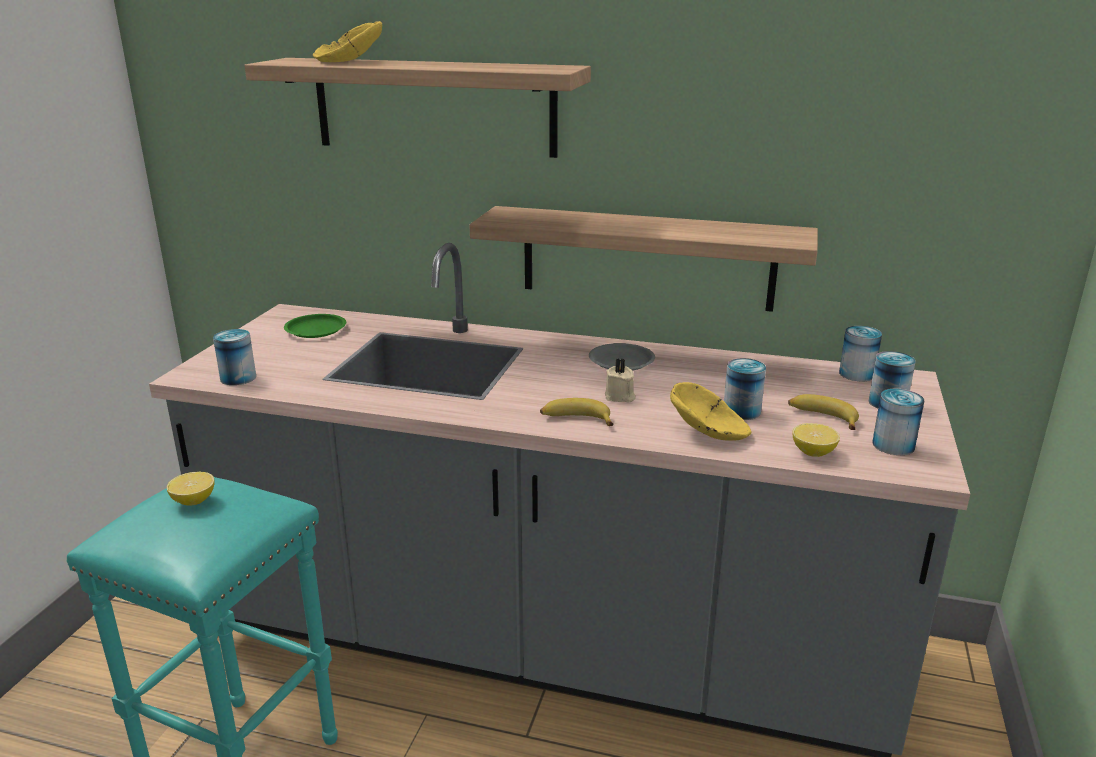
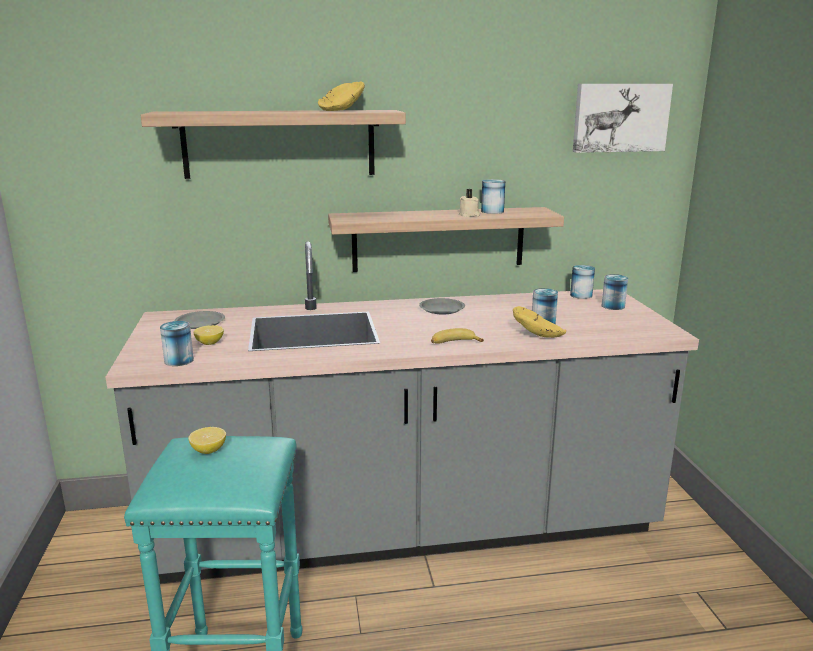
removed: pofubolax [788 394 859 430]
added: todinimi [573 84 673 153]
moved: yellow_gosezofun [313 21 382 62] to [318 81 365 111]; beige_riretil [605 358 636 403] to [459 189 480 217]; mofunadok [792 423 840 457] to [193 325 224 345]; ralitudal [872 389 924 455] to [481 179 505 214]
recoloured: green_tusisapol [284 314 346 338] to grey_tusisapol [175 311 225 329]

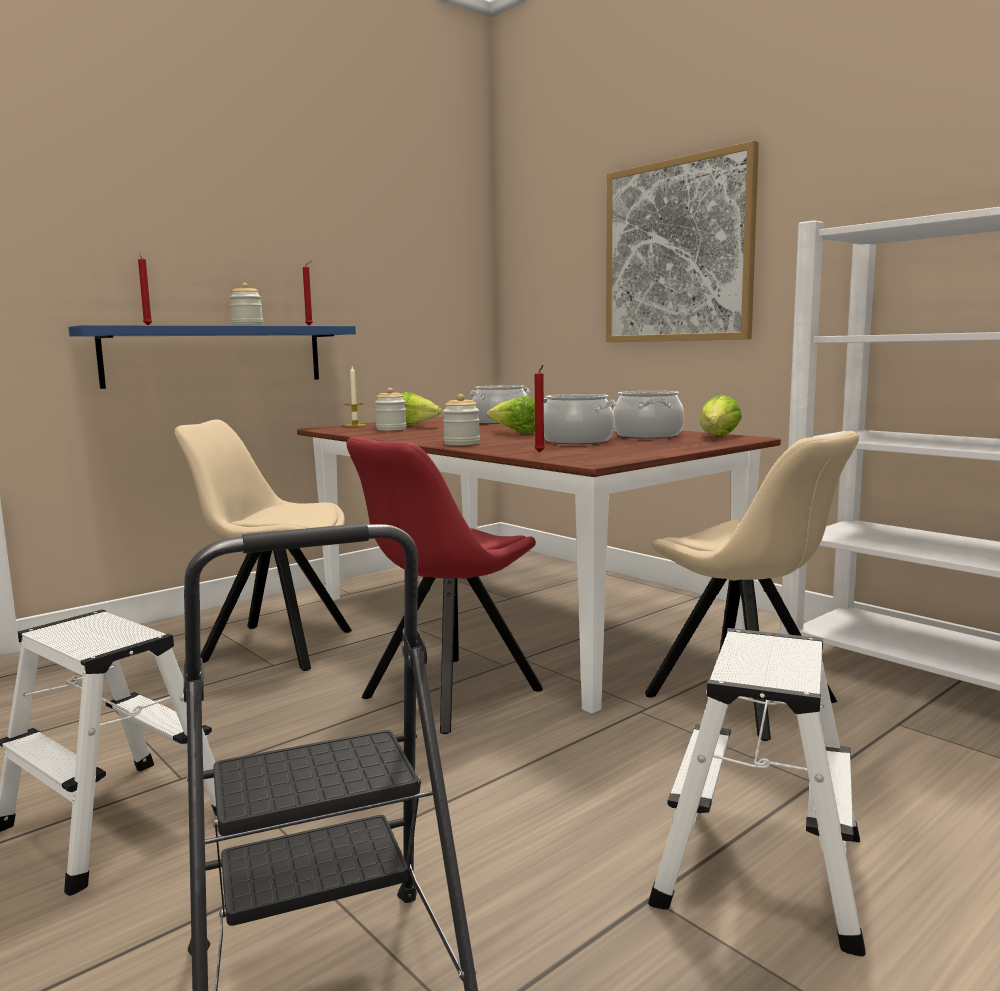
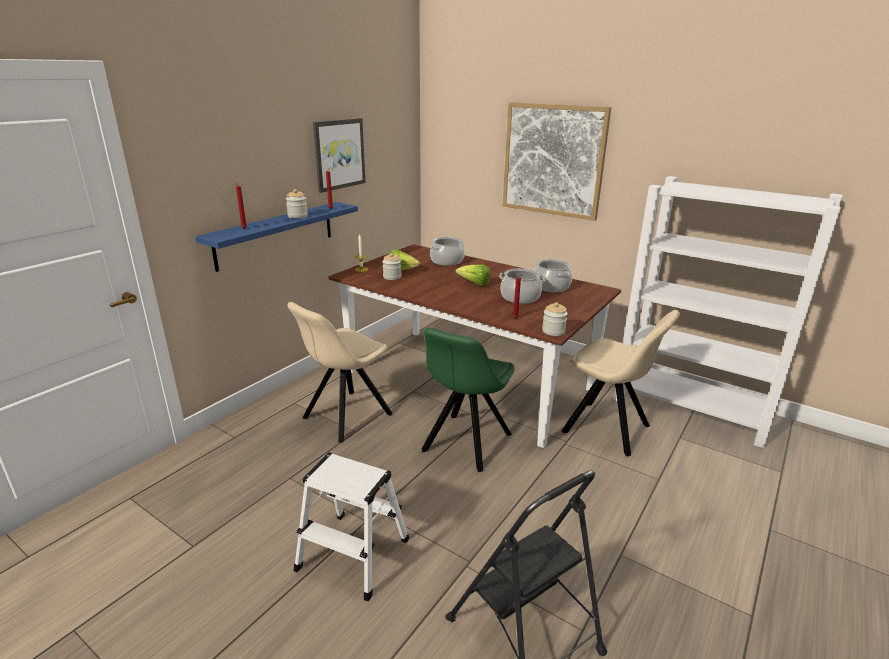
removed: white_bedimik [648 628 866 956]; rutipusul [700 395 742 435]
added: todinimi [313 118 365 193]
moved: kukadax [443 394 480 445] to [542 302 568 336]
recoloured: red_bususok [346 437 543 734] to green_bususok [422 327 515 472]
turned: beige_bususok [175 419 352 671] = [287 302 392 442] 45 degrees counterclockwise

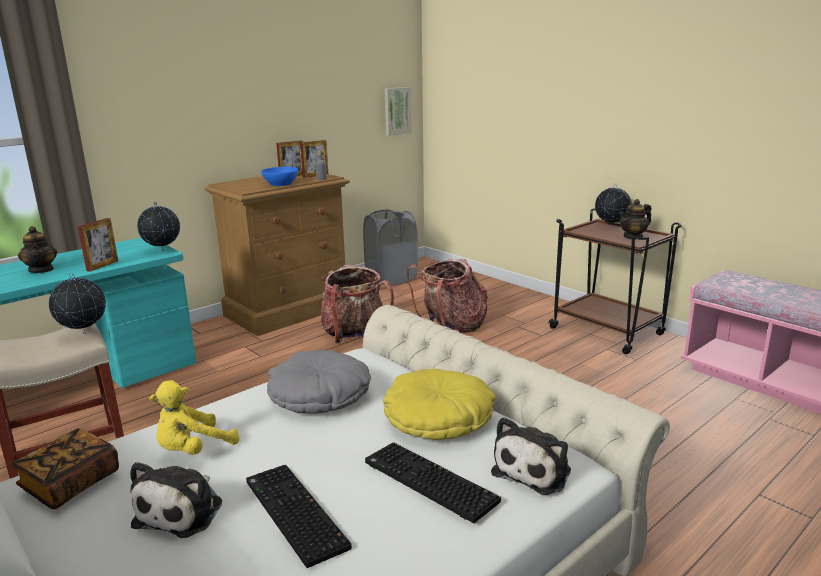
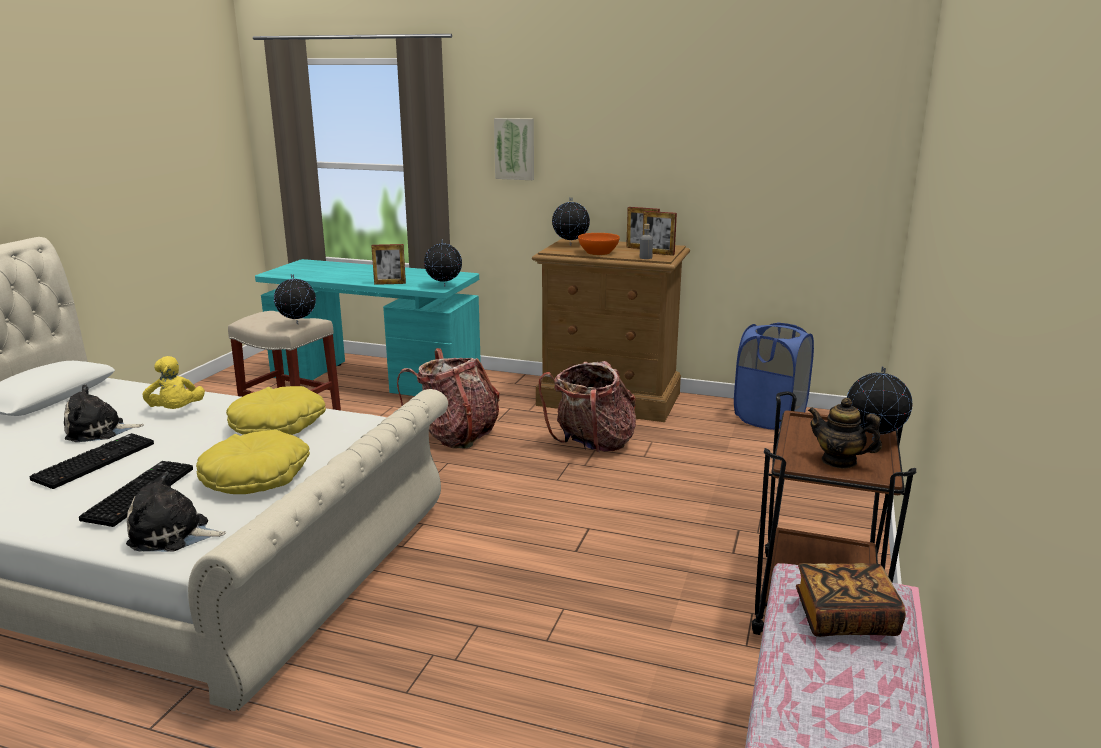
removed: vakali [18 226 57 273]
added: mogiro [552 198 590 245]
moved: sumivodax [11 428 119 509] to [796 563 906 637]; todinimi [385 87 411 136] to [494 118 534 180]; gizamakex [407 259 488 333] to [397 348 500 449]
recoloured: blue_gosezofun [261 167 298 186] to orange_gosezofun [578 233 620 255]; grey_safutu [267 350 371 414] to yellow_safutu [226 386 326 435]; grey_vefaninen [363 209 418 285] to blue_vefaninen [734 323 814 430]
turned: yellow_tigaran [149 380 239 455] = [142 356 205 409] 135 degrees counterclockwise

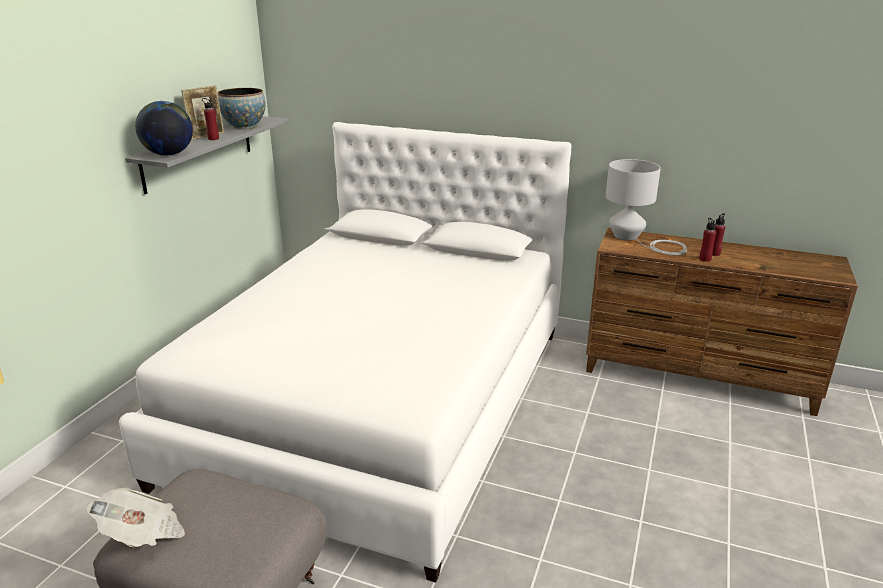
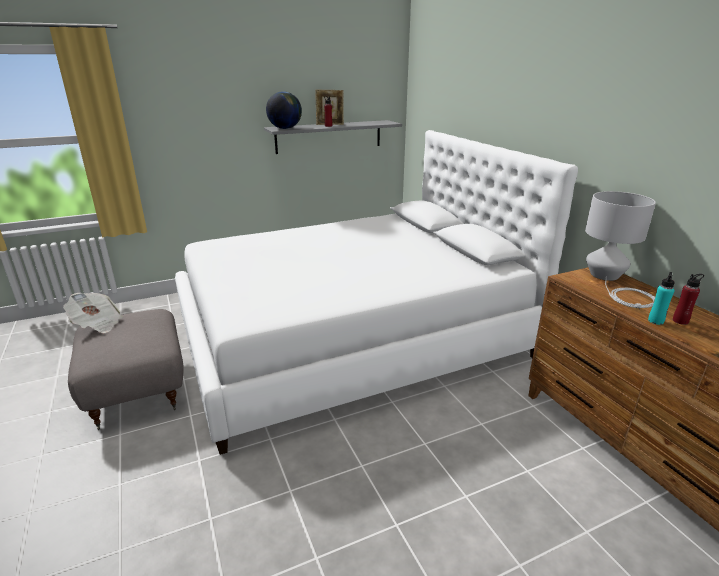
removed: gosezofun [217 88 265 130]
recoloured: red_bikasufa [699 218 716 262] to turquoise_bikasufa [648 272 675 325]

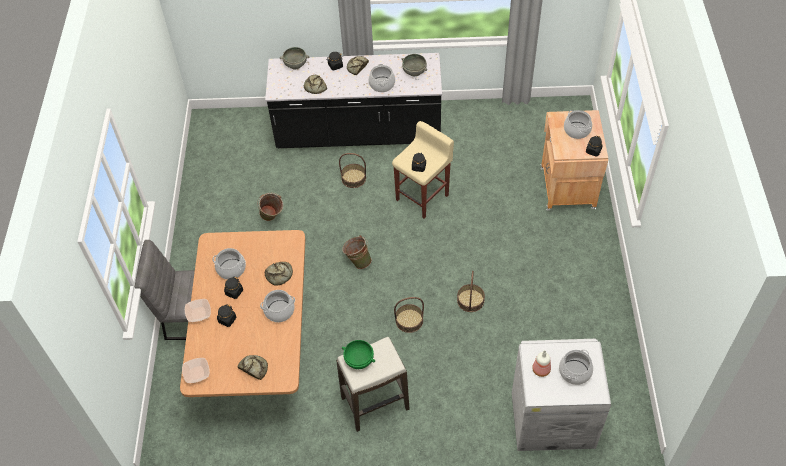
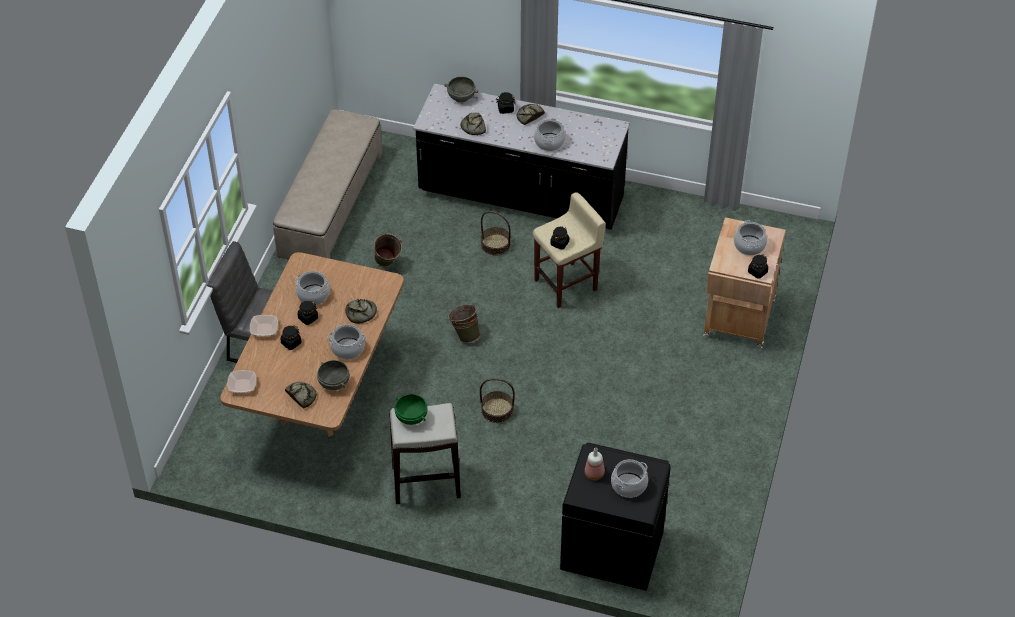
removed: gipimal [457 271 485 312]
added: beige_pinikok [273 109 383 259]
moved: grey_gosezofun [402 54 427 76] to [317 360 350 390]
recoloured: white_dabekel [512 339 611 451] to black_dabekel [560 443 671 591]

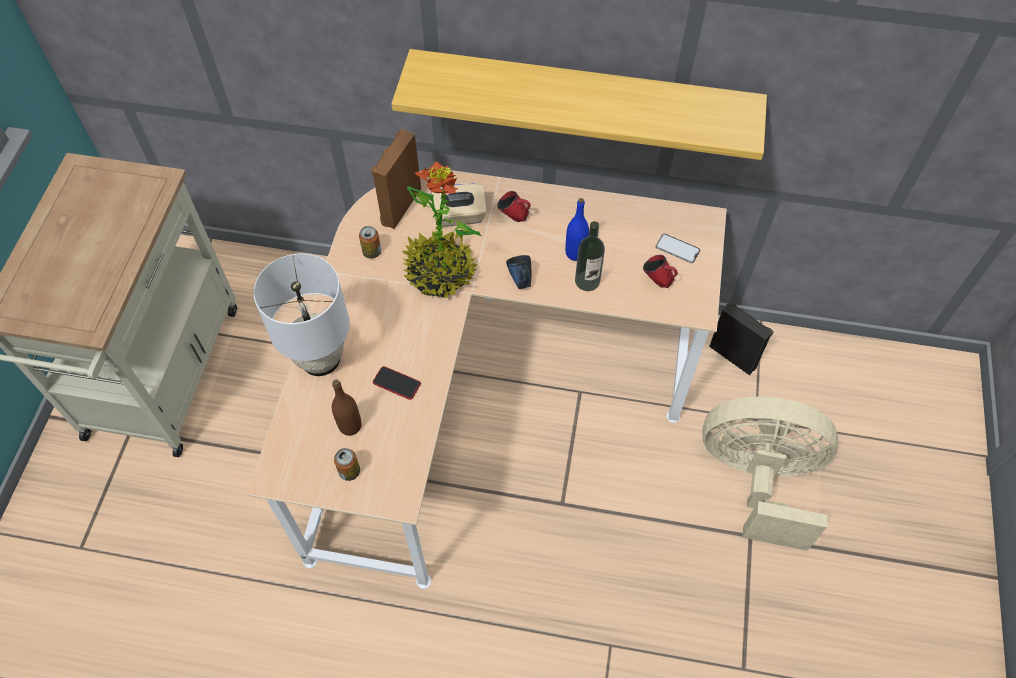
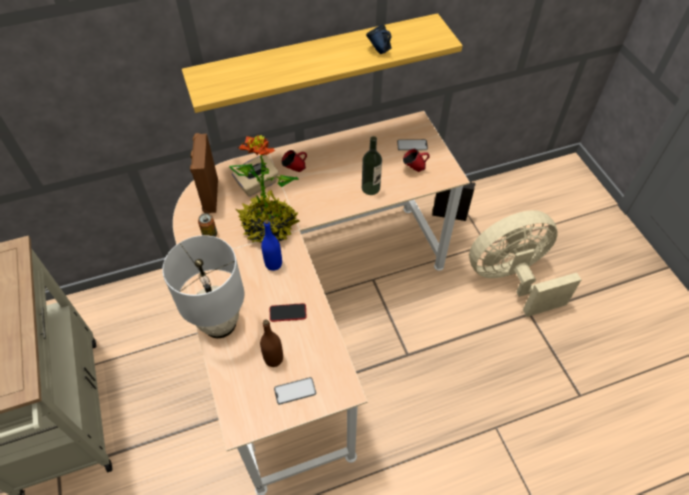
moved: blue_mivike [506 255 531 289] to [366 24 392 54]; blue_bikasufa [565 198 589 261] to [261 220 282 271]
replaced: ralitudal [334 448 360 481] to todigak [274 377 316 405]

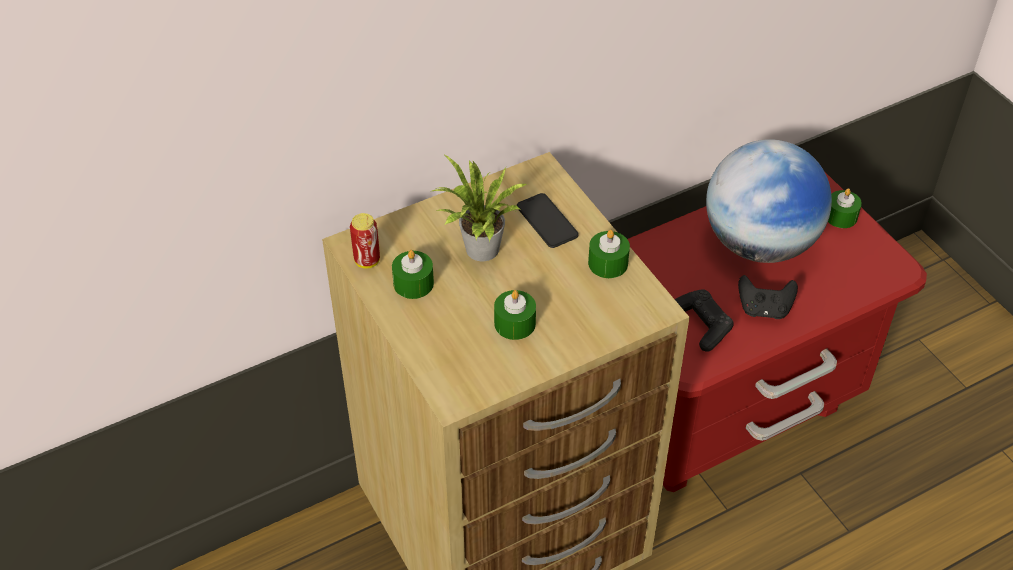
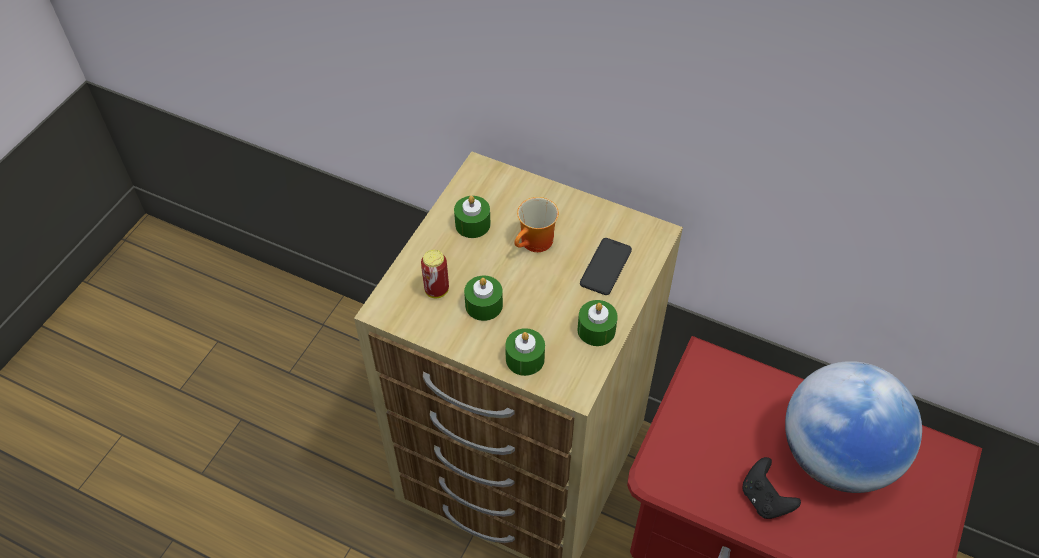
removed: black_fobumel [675 289 734 352]
moved: ralitudal [350 213 380 268] to [421 250 449 298]; green_riretil [828 188 862 228] to [505 328 545 376]
replaced: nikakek [432 155 528 261] to mivike [515 197 559 252]

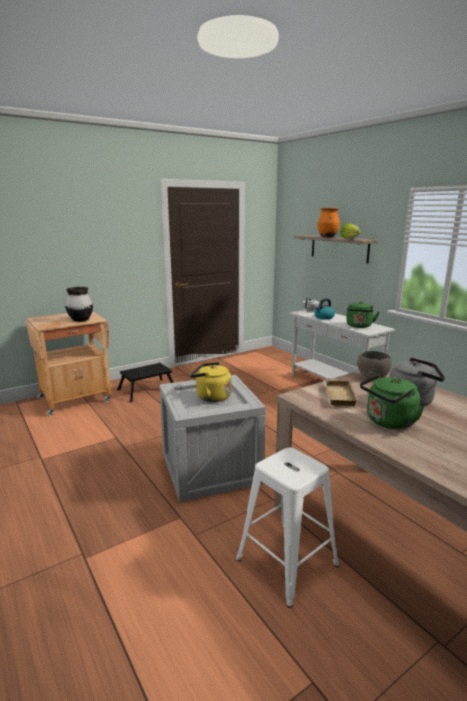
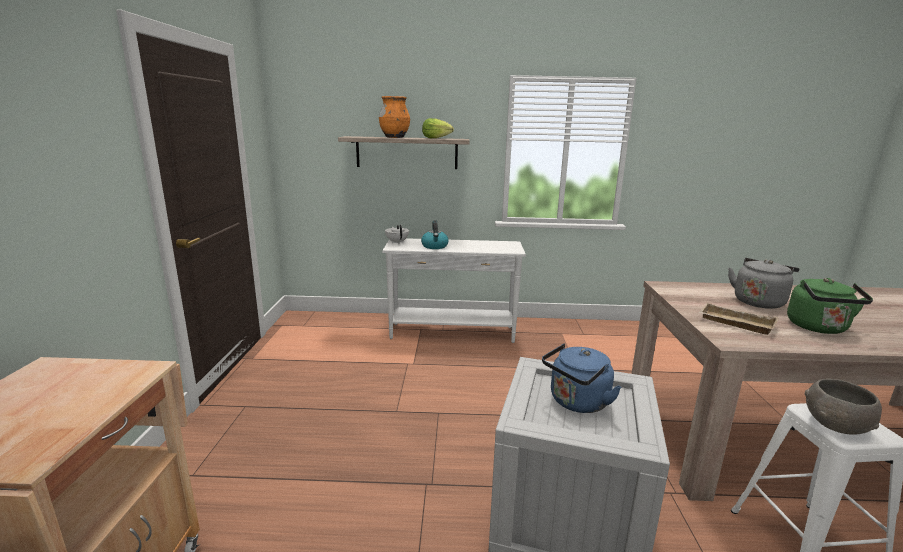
removed: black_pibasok [65 287 93 322]; black_bedimik [117 363 174 402]; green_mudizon [346 301 380 328]
moved: grey_gosezofun [357 351 392 379] to [805 379 882 435]
recoloured: yellow_mudizon [190 362 232 402] to blue_mudizon [542 343 621 413]

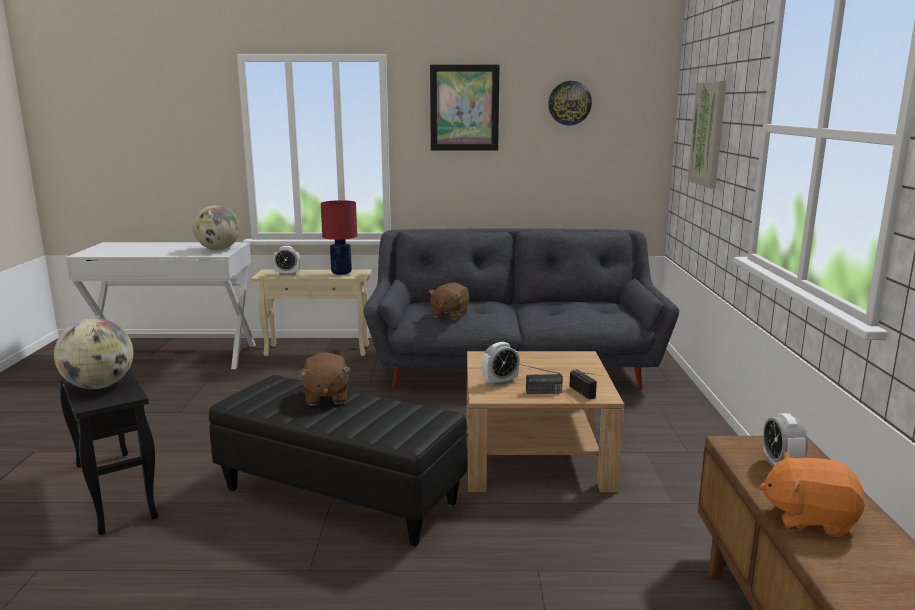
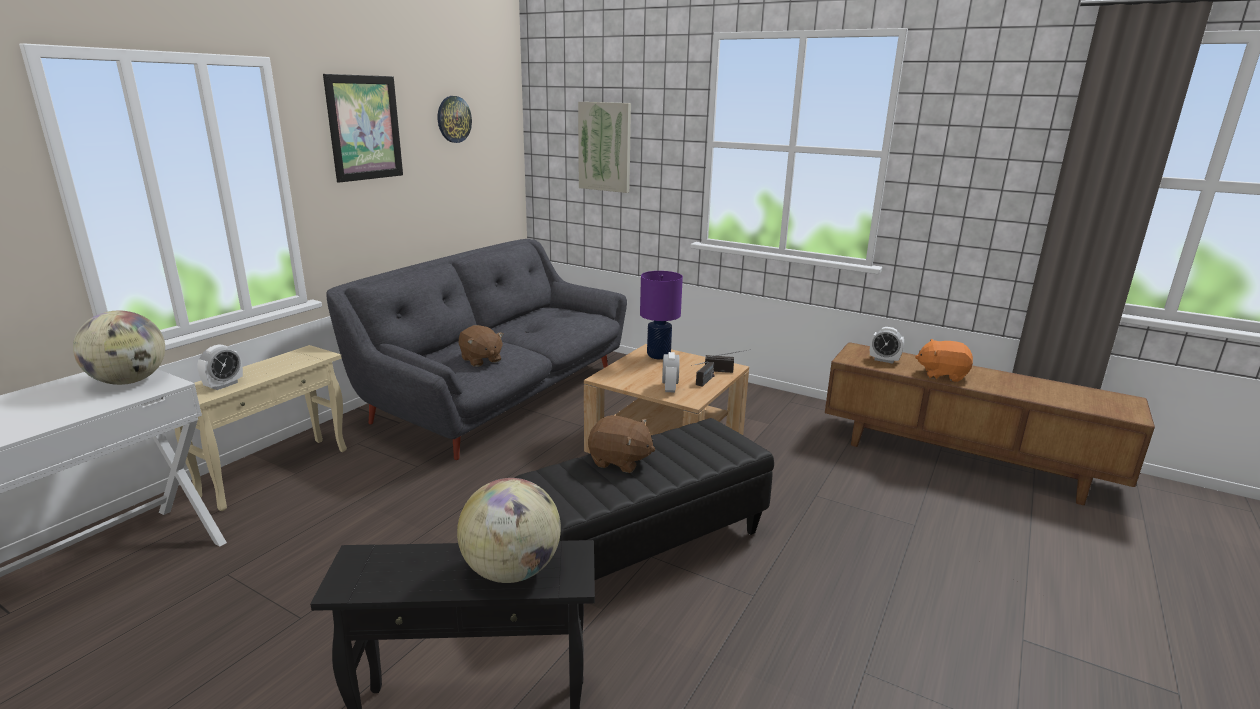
removed: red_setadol [321 200 357 275]
added: purple_setadol [640 271 683 360]
turned: orange_tigaran [759 452 865 537] = [915 339 973 382] 60 degrees clockwise

